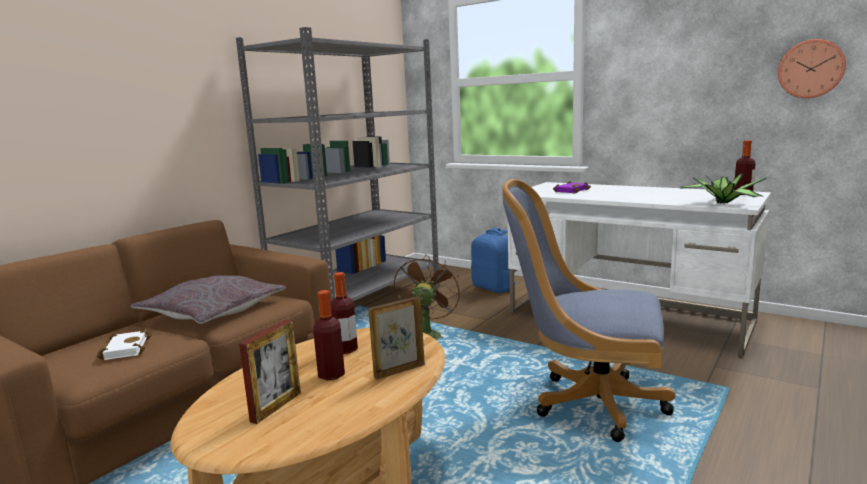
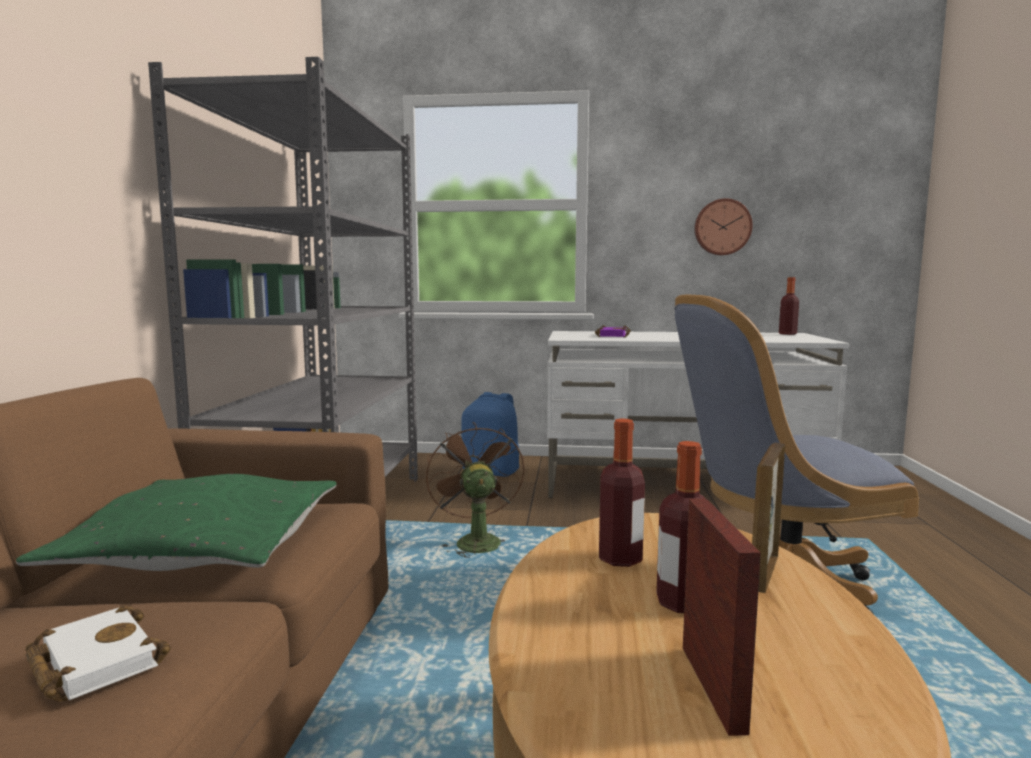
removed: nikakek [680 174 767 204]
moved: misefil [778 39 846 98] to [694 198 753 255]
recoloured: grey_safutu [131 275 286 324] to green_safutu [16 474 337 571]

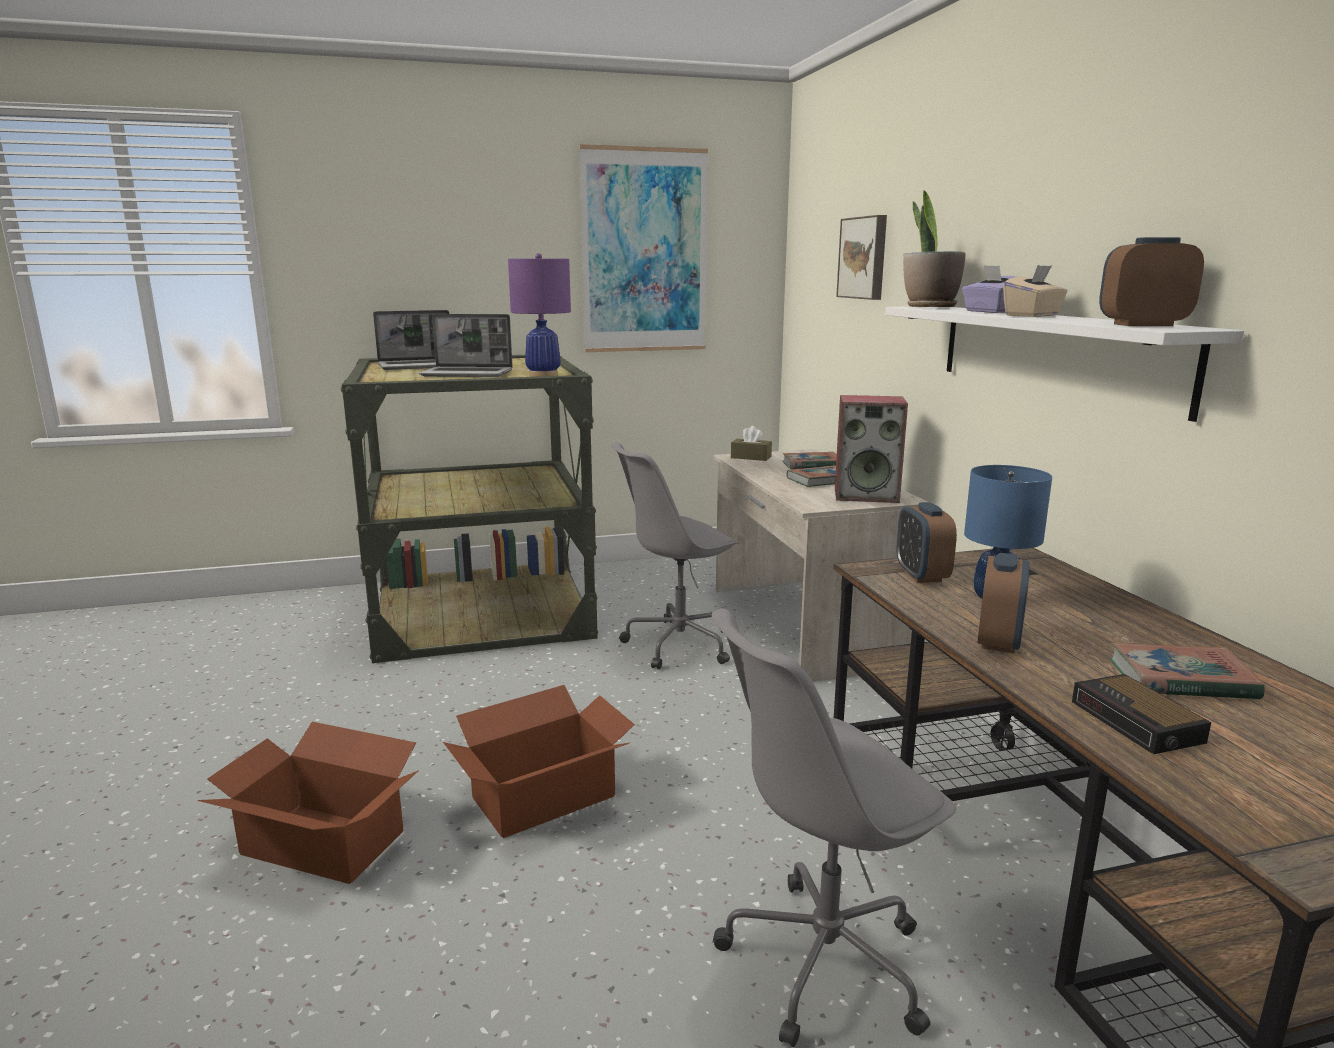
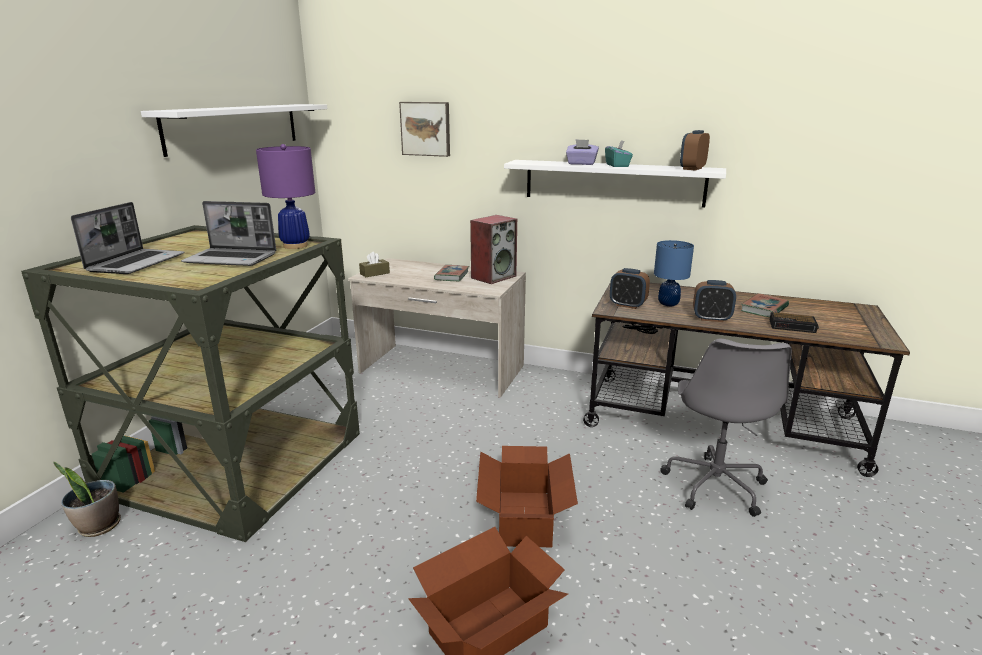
removed: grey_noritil [611 443 739 669]; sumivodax [783 452 837 469]
moved: nikakek [903 190 966 307] to [53 462 121 537]
replaced: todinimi [579 144 708 352] to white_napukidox [141 104 327 157]
recoloured: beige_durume [1003 265 1067 317] to turquoise_durume [605 140 633 167]
turned: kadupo [419 314 513 377] = [181 201 276 266] 60 degrees clockwise; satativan [978 553 1029 653] = [693 280 736 322] 135 degrees clockwise

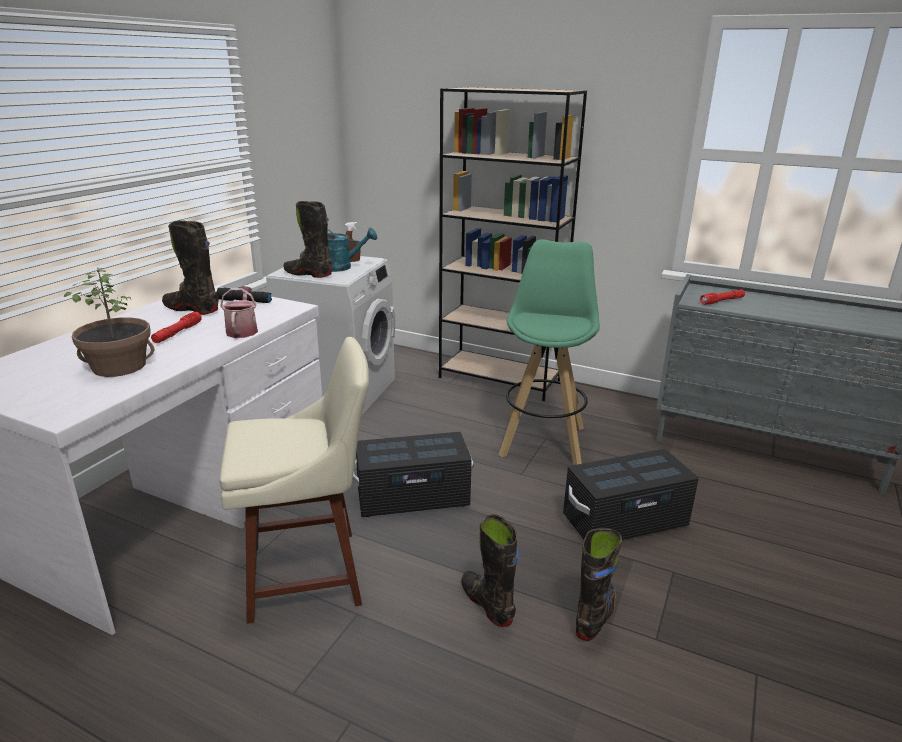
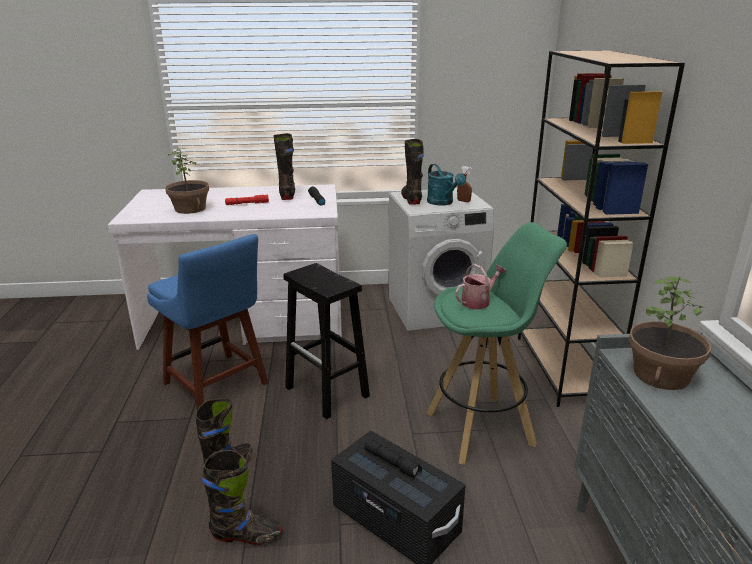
added: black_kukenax [364 439 422 479]
moved: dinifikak [220 286 258 338] to [455 264 506 309]
replaced: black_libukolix [352 432 474 517] to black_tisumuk [283 263 370 419]; red_kukenax [700 289 745 305] to nikakek [629 276 711 390]
recoloured: beige_tisumuk [219 337 369 624] to blue_tisumuk [147 234 268 410]

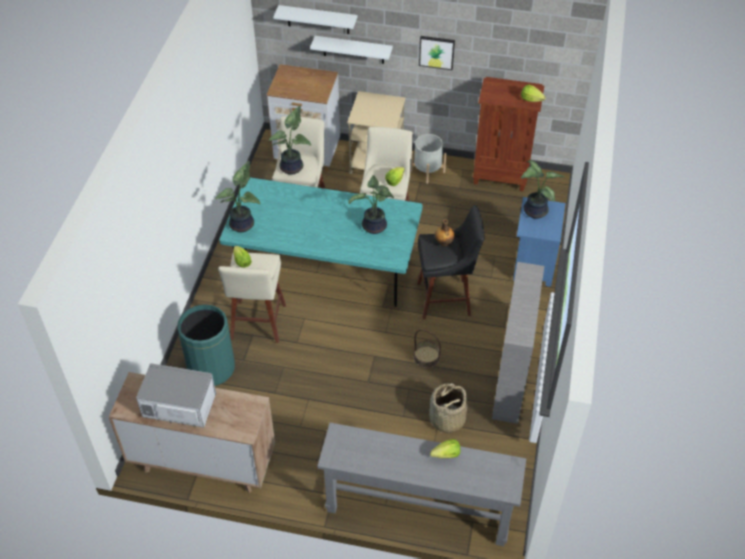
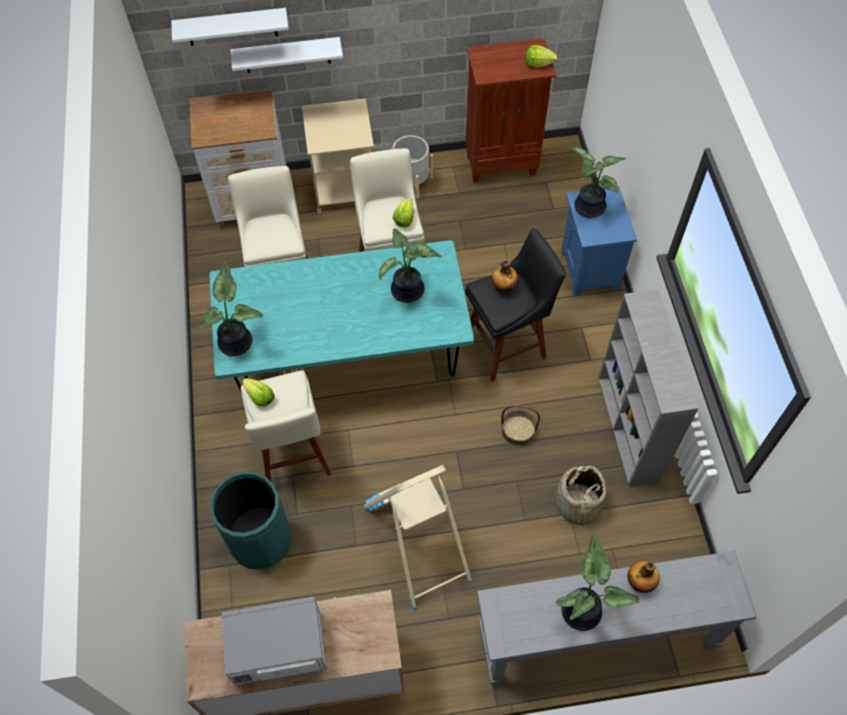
removed: todinimi [419 36 455 70]
added: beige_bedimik [364 465 472 611]
moved: nikakek [269 106 311 175] to [555 533 639 631]
replaced: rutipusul [430 439 461 458] to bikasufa [628 561 660 593]

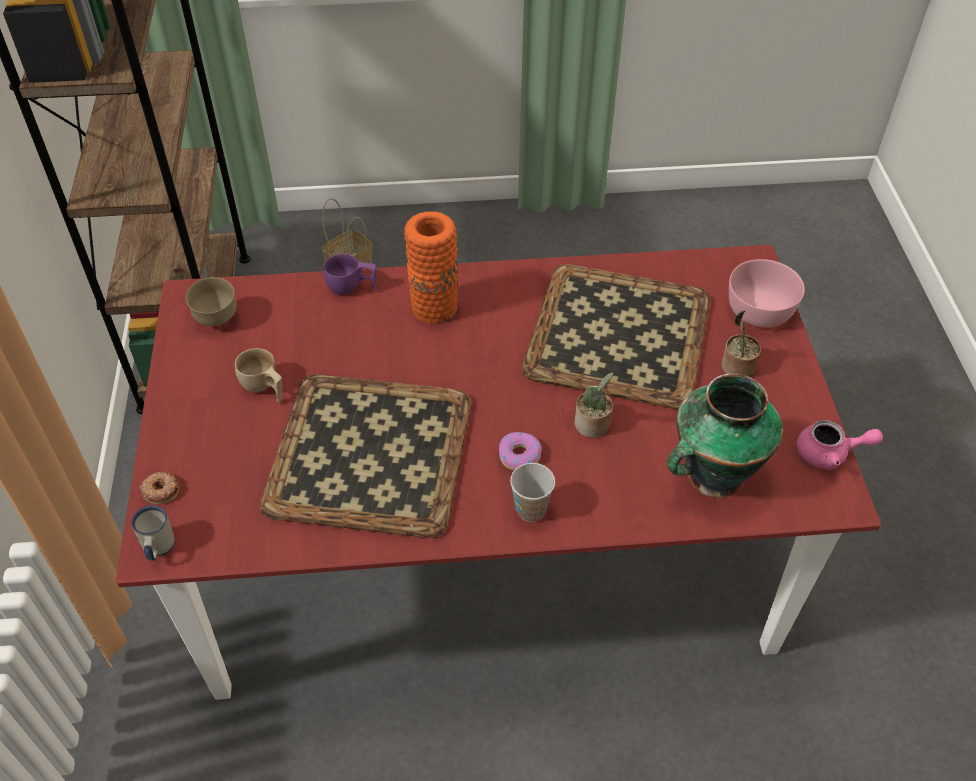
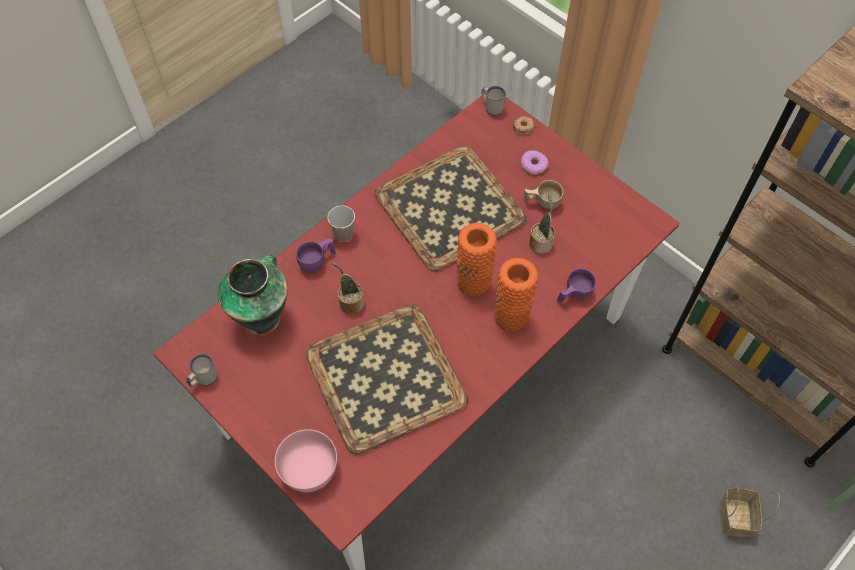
removed: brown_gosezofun [186 277 237 326]
added: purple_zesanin [296 238 336 273]; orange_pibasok [457 223 497 297]
moved: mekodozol [499 432 542 471] to [521 150 549 174]; nikakek [722 310 761 377] to [529 193 555 254]
replaced: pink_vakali [797 420 883 470] to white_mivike [186 354 217 387]

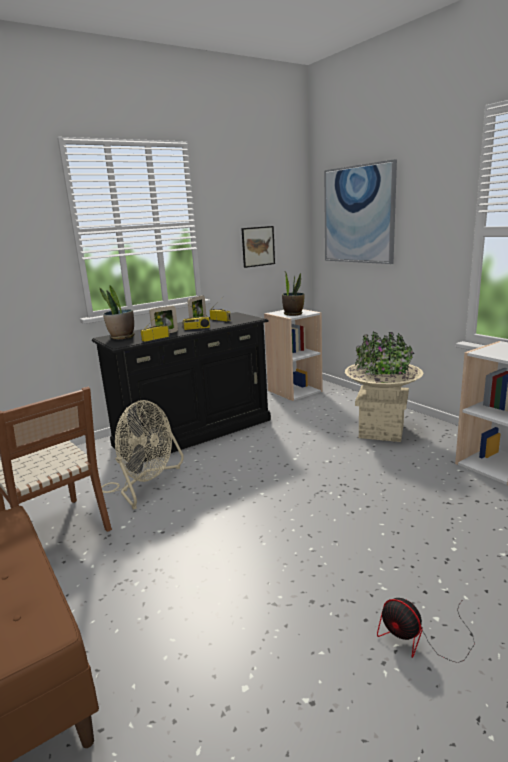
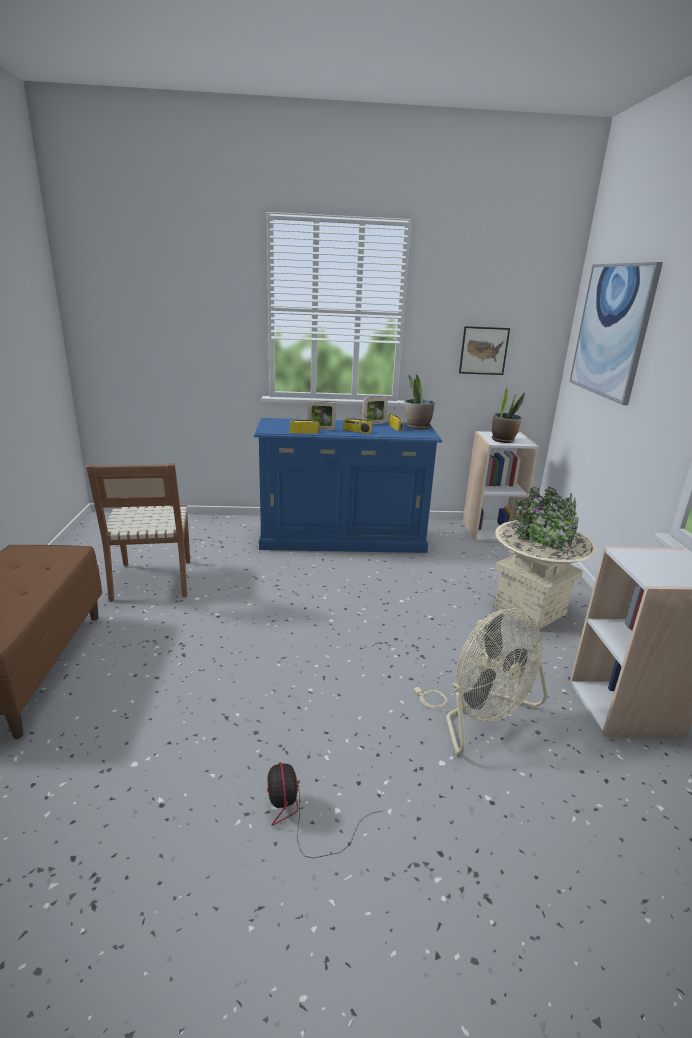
moved: nikakek [100 285 135 340] to [405 374 435 429]; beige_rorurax [101 400 184 510] to [414 609 548 757]
recoloured: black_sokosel [92 312 271 462] to blue_sokosel [254 418 442 553]

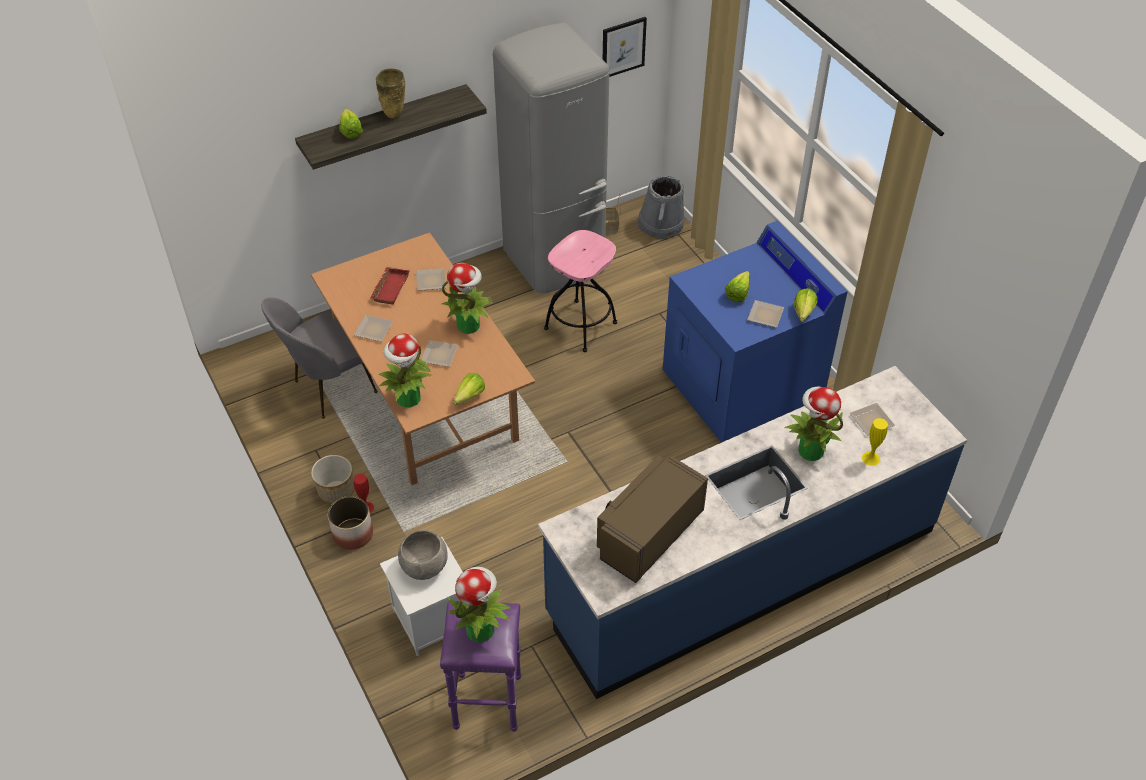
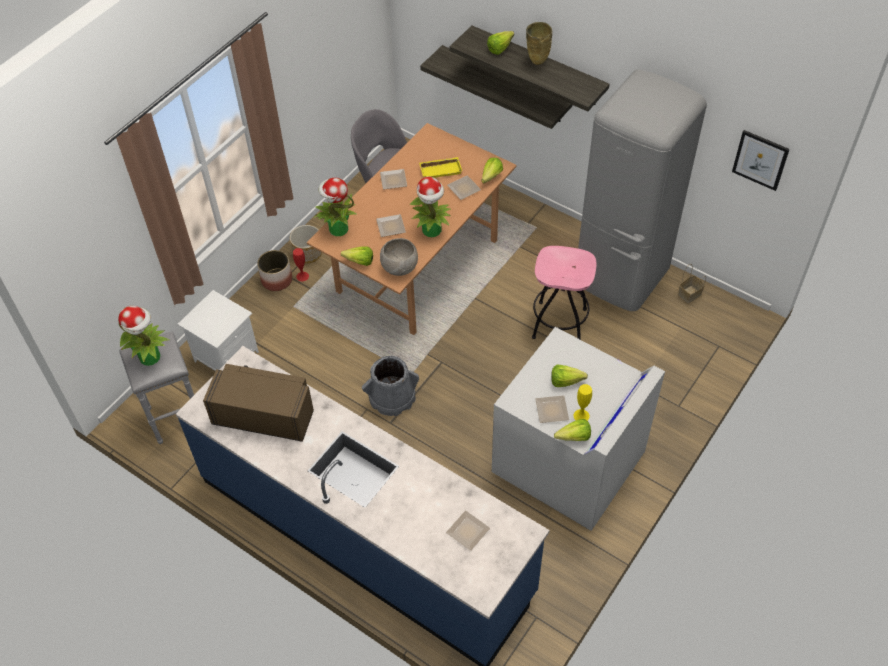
removed: nikakek [785 387 843 461]
added: napukidox [420 45 572 129]; rutipusul [482 158 503 183]
moved: grey_gosezofun [398 530 448 580] to [380 238 418 276]; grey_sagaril [638 176 685 239] to [362 356 419 416]; yellow_pibasok [862 418 888 466] to [573 384 592 421]
recoloured: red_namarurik [370 267 410 305] to yellow_namarurik [419 157 463 178]; purple_tisumuk [440 601 521 732] to grey_tisumuk [119 331 194 444]; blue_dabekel [663 220 848 443] to white_dabekel [492 327 665 531]

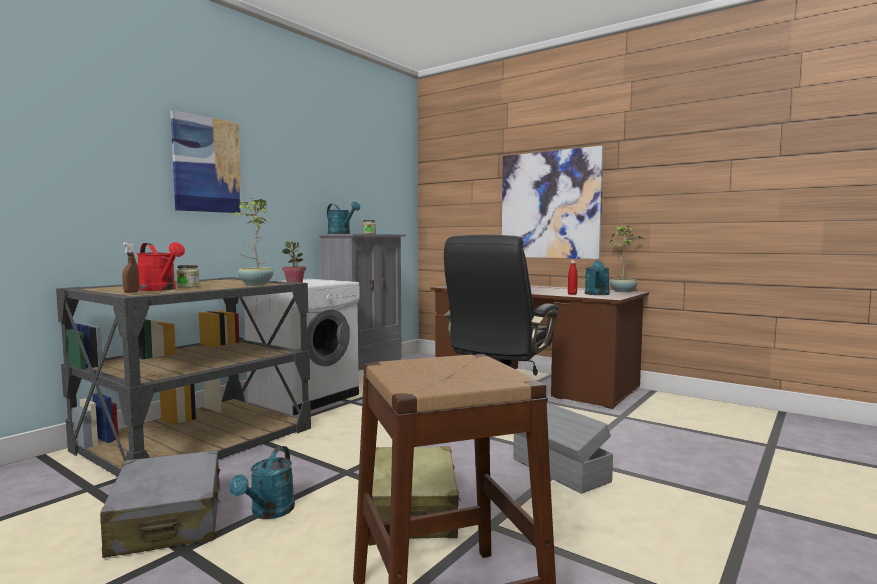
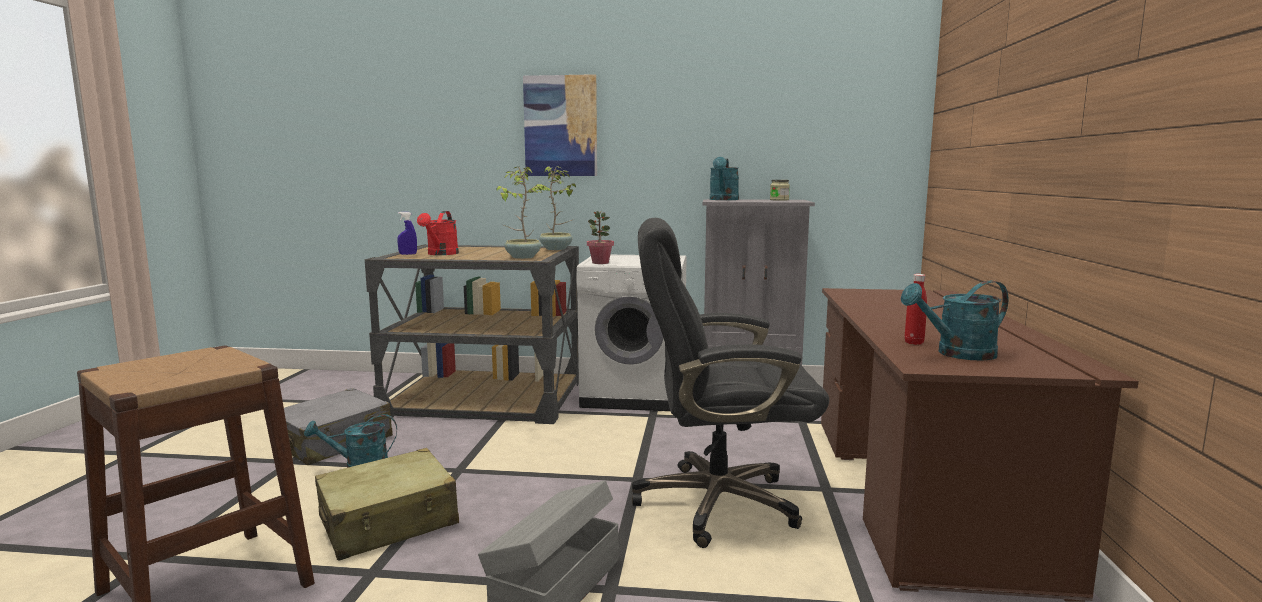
removed: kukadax [177 265 200 288]; todinimi [502 146 604 259]
moved: nikakek [609 226 644 292] to [536 167 576 250]
recoloured: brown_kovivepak [122 242 139 293] to blue_kovivepak [397 212 417 255]

